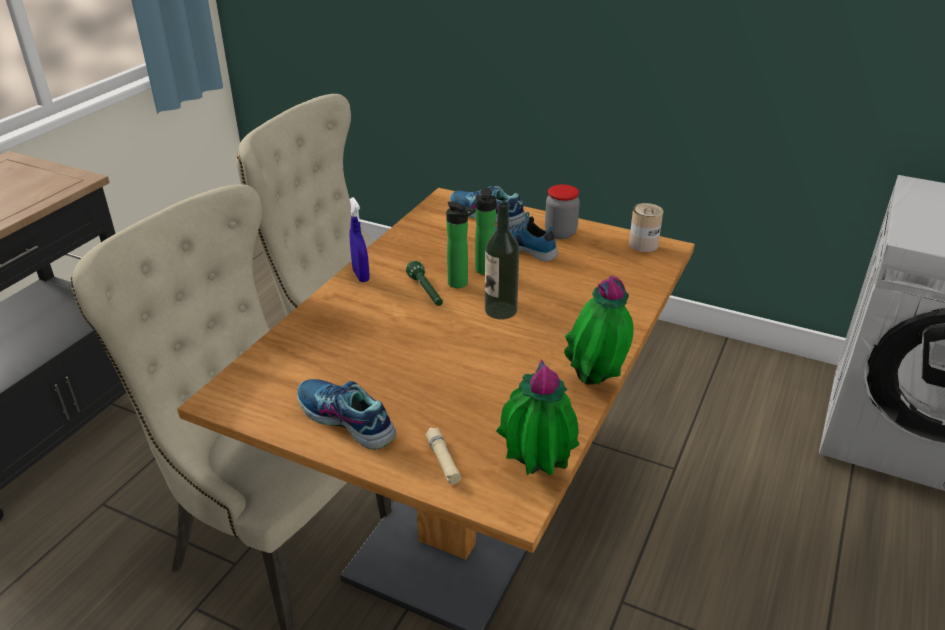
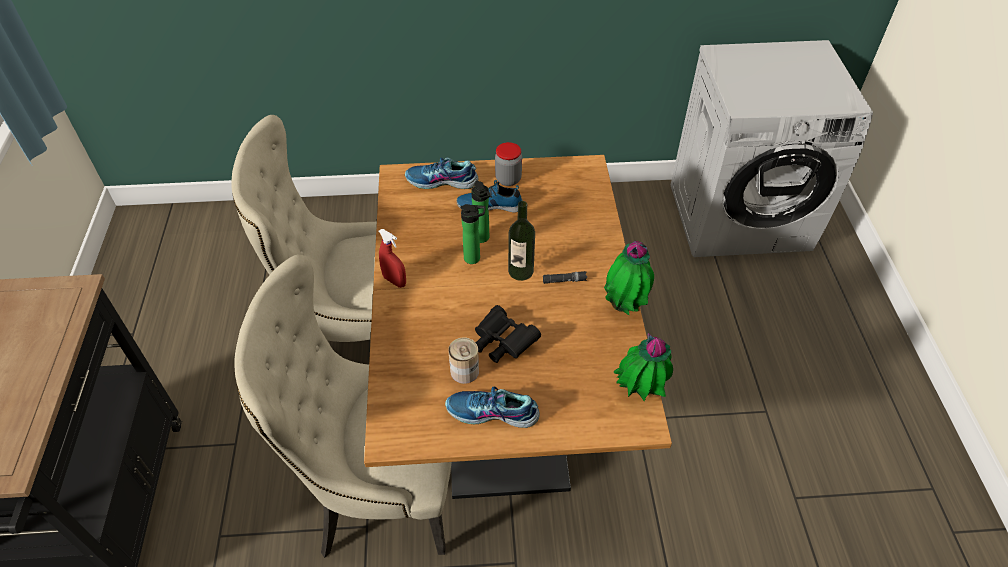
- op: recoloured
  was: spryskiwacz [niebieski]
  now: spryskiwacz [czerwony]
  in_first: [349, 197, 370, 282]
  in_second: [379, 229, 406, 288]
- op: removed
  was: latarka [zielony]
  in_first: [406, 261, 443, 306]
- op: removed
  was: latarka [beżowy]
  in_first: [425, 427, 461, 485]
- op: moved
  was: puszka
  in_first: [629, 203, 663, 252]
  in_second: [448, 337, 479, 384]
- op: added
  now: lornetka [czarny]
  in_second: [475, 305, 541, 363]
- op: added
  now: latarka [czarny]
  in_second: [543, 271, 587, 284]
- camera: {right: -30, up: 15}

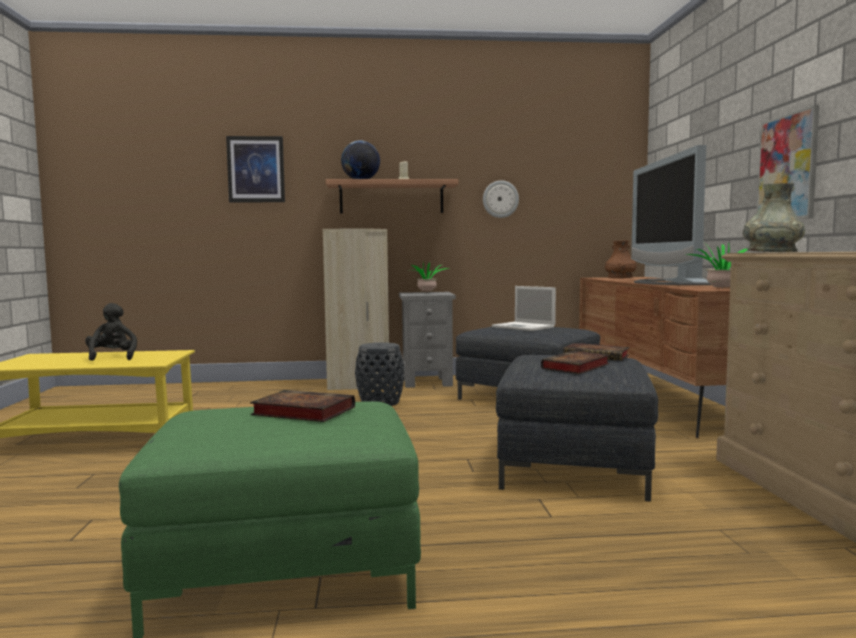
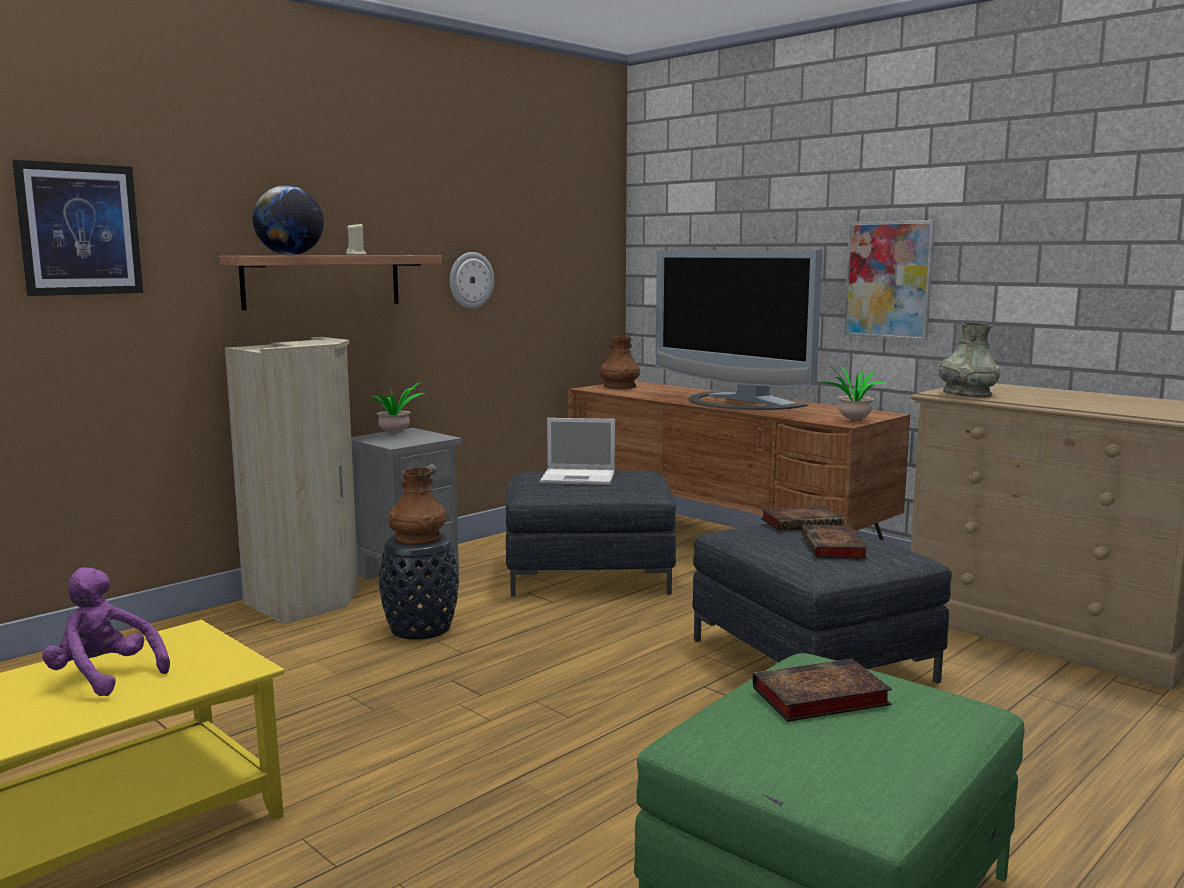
- op: recoloured
  was: pluszak [czarny]
  now: pluszak [fioletowy]
  in_first: [85, 303, 137, 361]
  in_second: [42, 567, 170, 696]
- op: added
  now: wazon [brązowy]
  in_second: [389, 467, 446, 545]
- camera: {right: -40, up: 5}

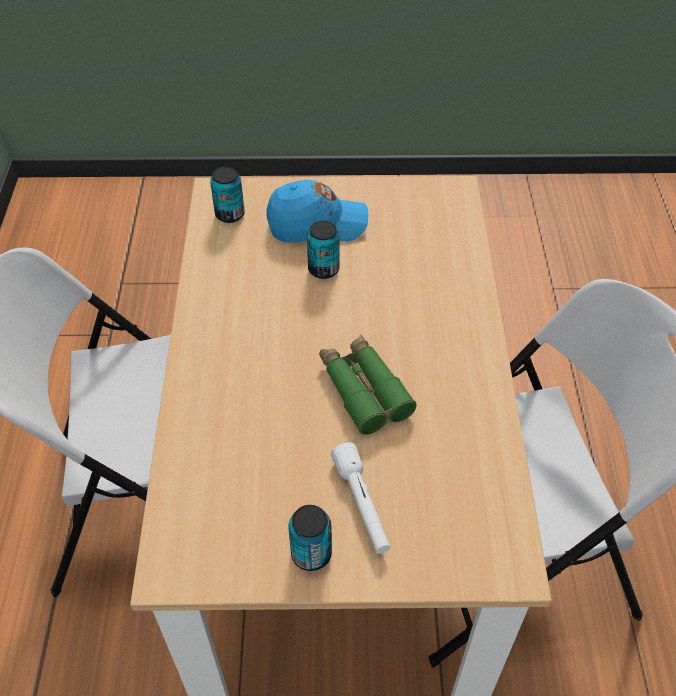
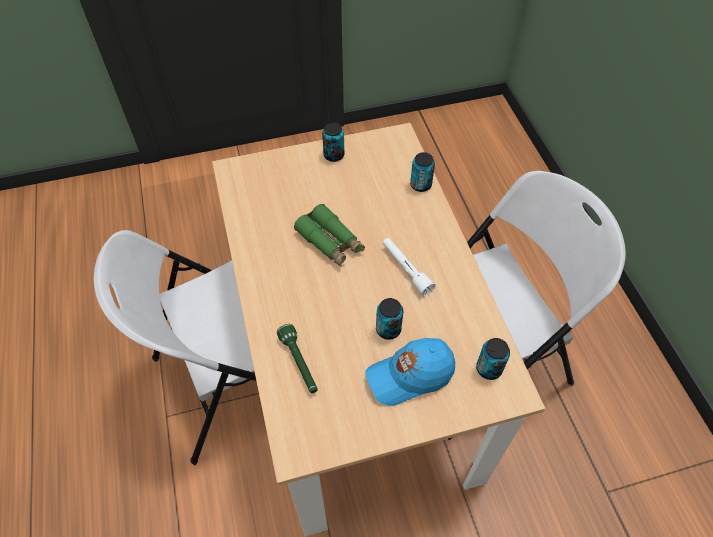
- op: moved
  was: latarka [biały]
  in_first: [331, 442, 390, 554]
  in_second: [383, 238, 435, 296]
- op: added
  now: latarka [zielony]
  in_second: [277, 324, 317, 393]
- op: added
  now: puszka
  in_second: [410, 152, 435, 192]
- camera: {right: 165, up: 5}

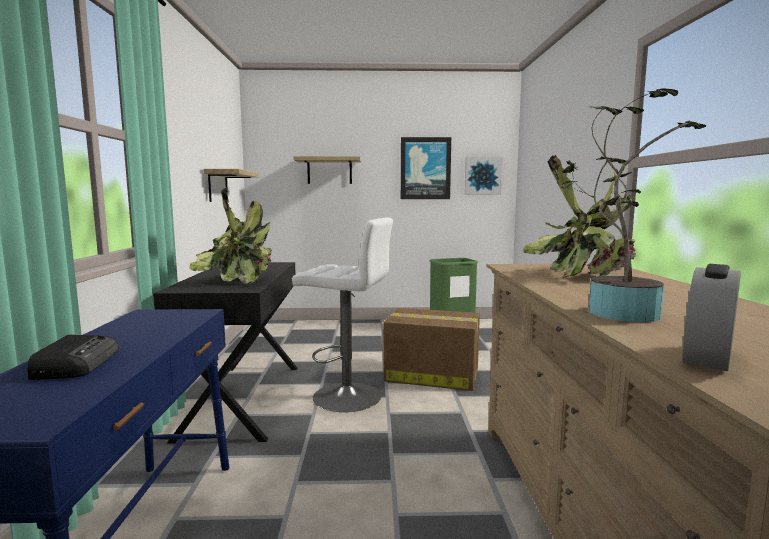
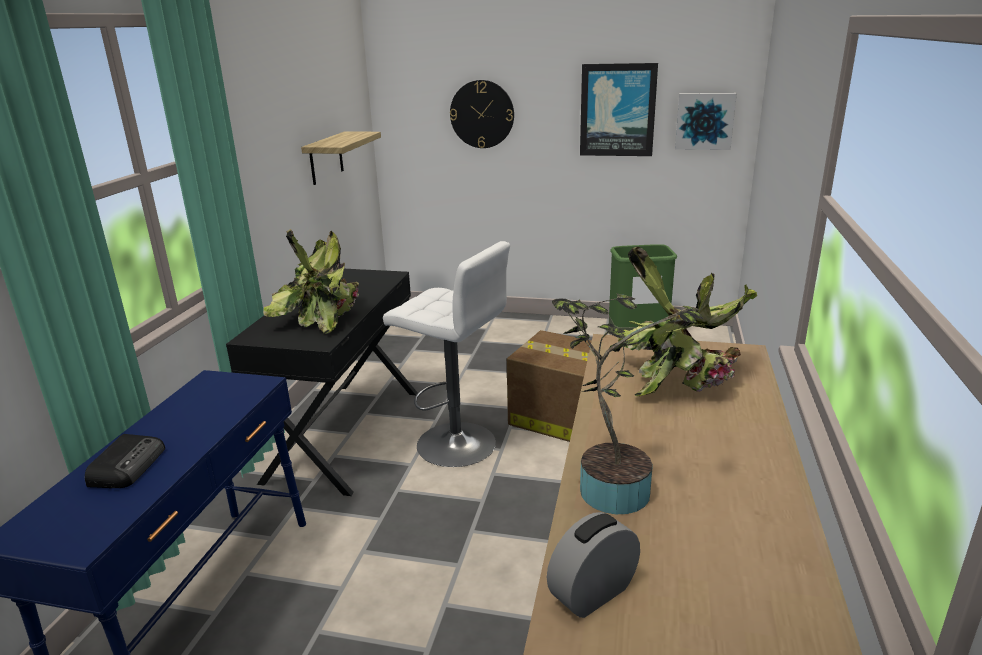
- op: replaced
  was: półka
  now: zegar ścienny
  in_first: [293, 156, 361, 184]
  in_second: [450, 80, 514, 148]
- camera: {right: 15, up: 15}

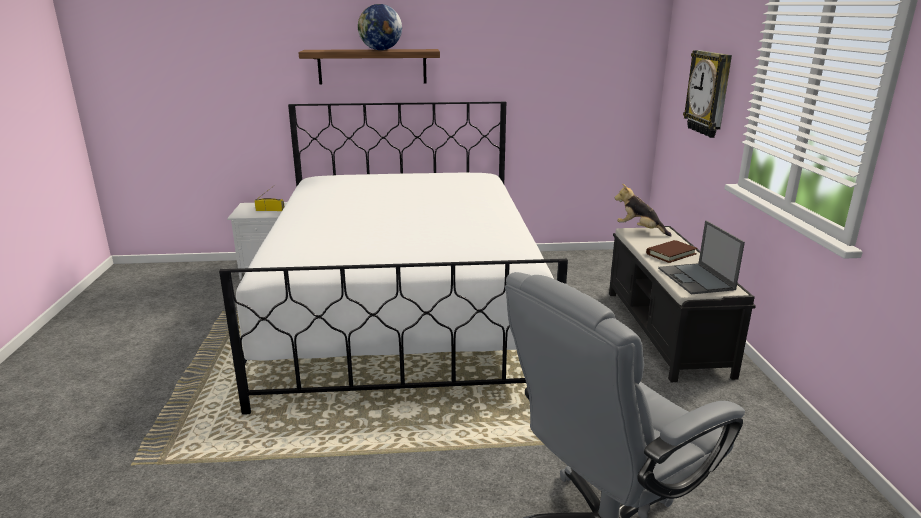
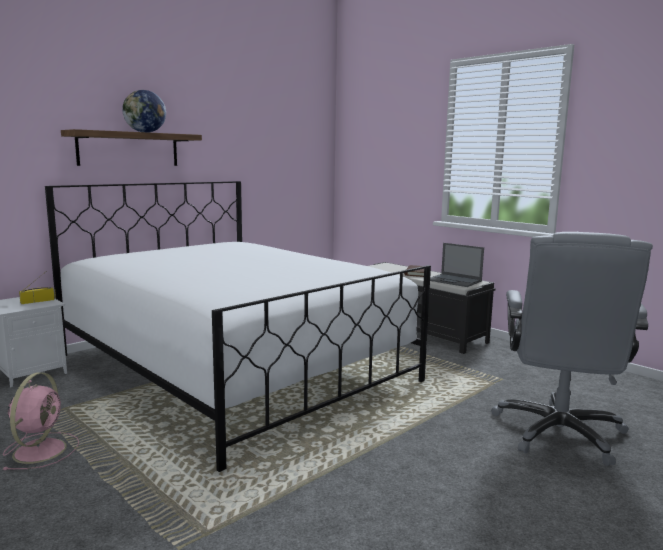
- op: removed
  was: pluszak
  in_first: [615, 184, 672, 236]
- op: removed
  was: zegar ścienny
  in_first: [683, 50, 732, 138]
- op: added
  now: wentylator [różowy]
  in_second: [3, 373, 79, 470]
- camera: {right: -40, up: -10}

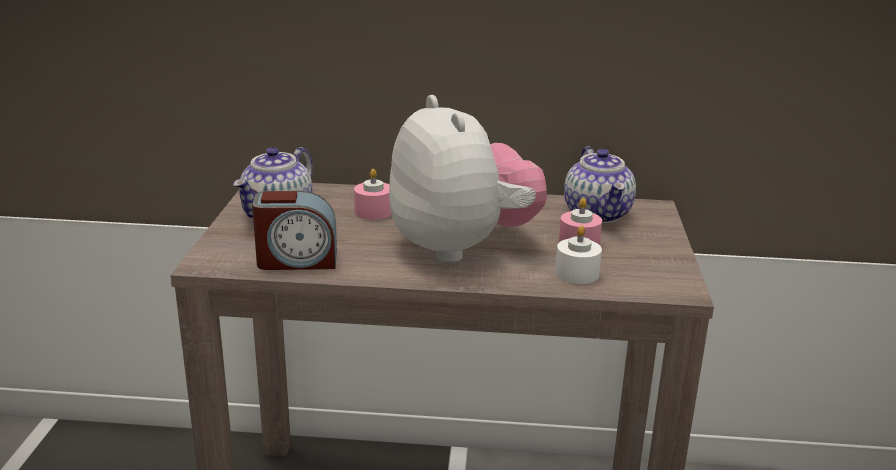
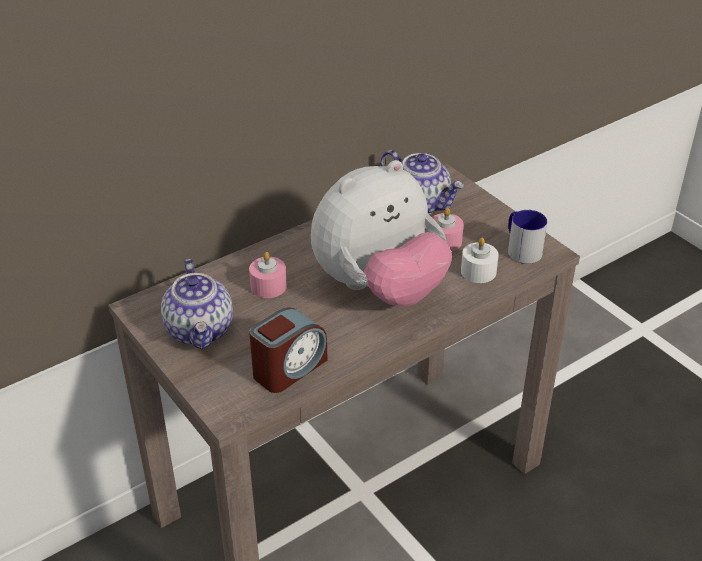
- op: turned
  was: pluszak
  in_first: [389, 95, 547, 263]
  in_second: [311, 160, 452, 307]
  clockwise: 120
- op: added
  now: kubek
  in_second: [508, 210, 547, 264]
- camera: {right: -40, up: 15}

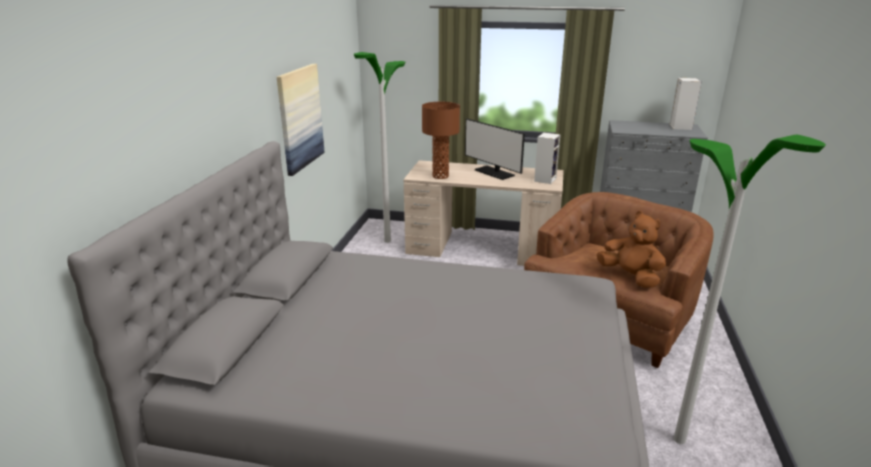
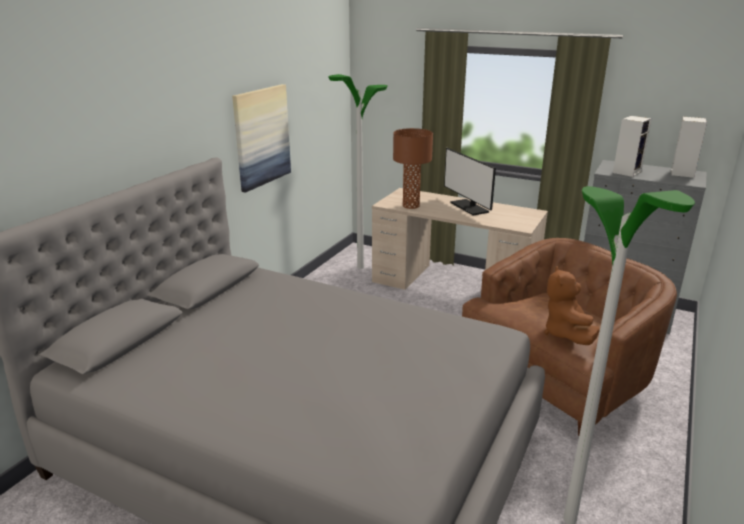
- op: moved
  was: głośnik
  in_first: [534, 133, 560, 184]
  in_second: [613, 116, 652, 177]
- op: turned
  was: pluszak [brązowy]
  in_first: [597, 211, 666, 288]
  in_second: [544, 266, 600, 345]
  clockwise: -150
- camera: {right: 15, up: 0}

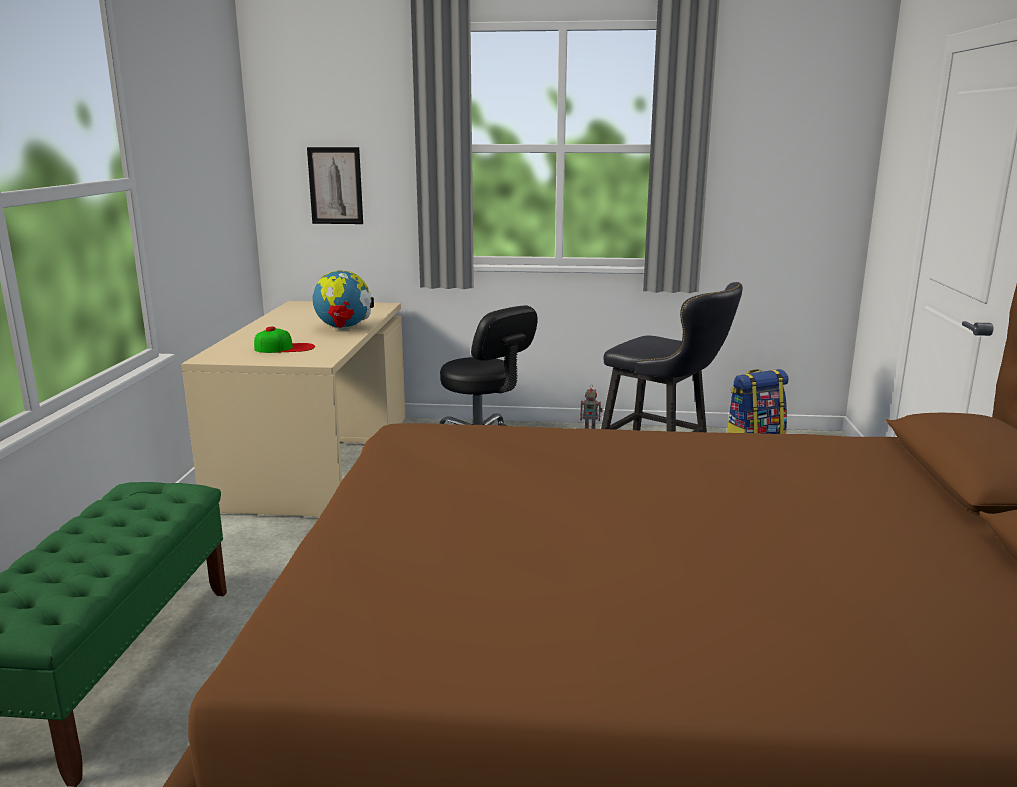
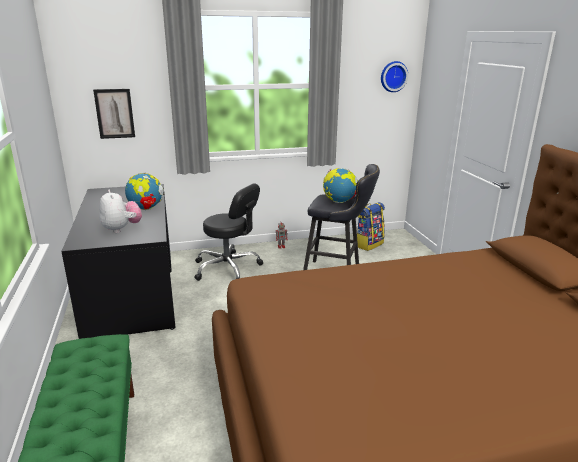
- op: recoloured
  was: biurko [beżowy]
  now: biurko [czarny]
  in_first: [181, 301, 405, 517]
  in_second: [61, 184, 176, 339]
- op: replaced
  was: czapka z daszkiem
  now: pluszak
  in_first: [254, 327, 315, 353]
  in_second: [99, 190, 142, 233]
- op: added
  now: globus
  in_second: [323, 168, 358, 203]
- op: added
  now: zegar ścienny
  in_second: [381, 61, 408, 92]
- camera: {right: -20, up: 5}

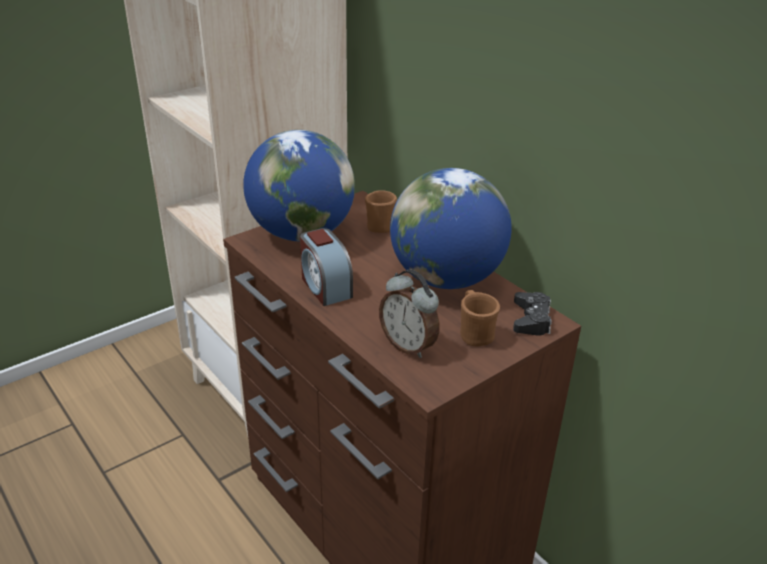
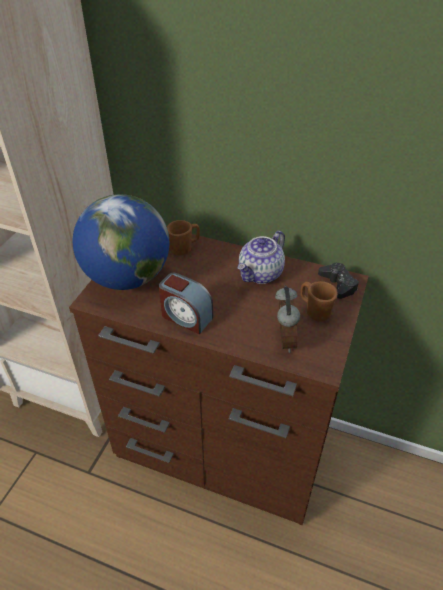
- op: turned
  was: budzik
  in_first: [379, 269, 440, 358]
  in_second: [275, 285, 300, 353]
  clockwise: -105
- op: replaced
  was: globus
  now: imbryk
  in_first: [390, 168, 512, 289]
  in_second: [238, 231, 285, 284]
- camera: {right: -30, up: 10}

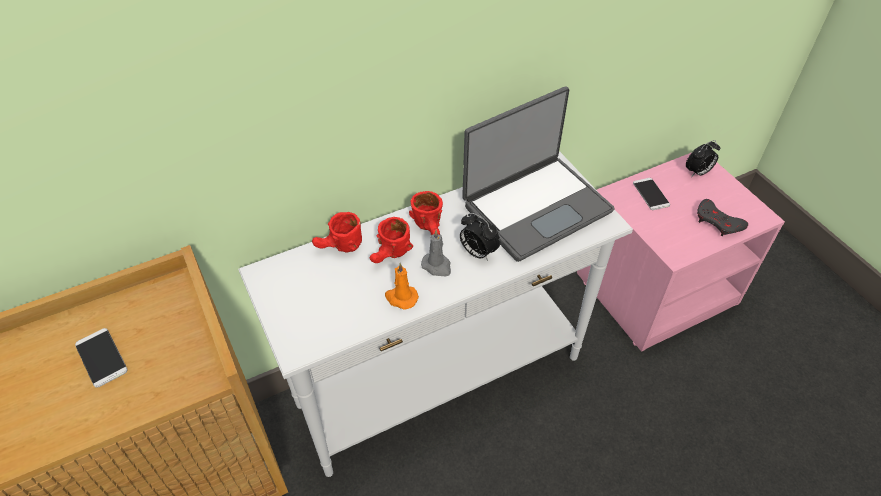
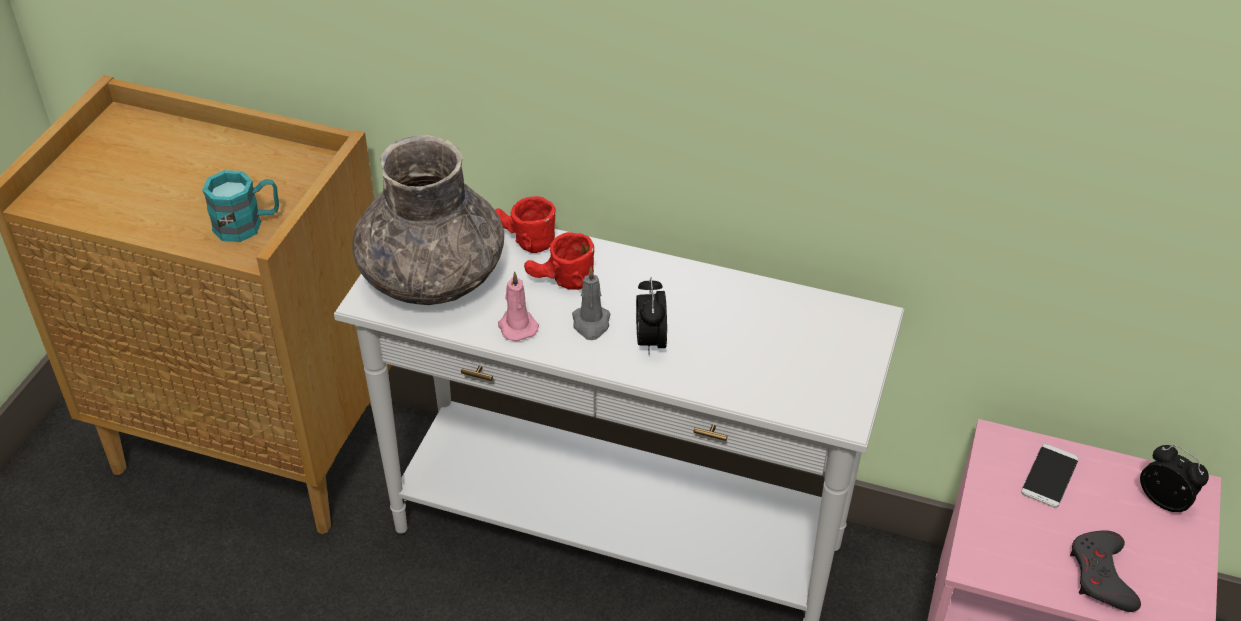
- op: removed
  was: telefon
  in_first: [75, 328, 128, 388]
- op: recoloured
  was: świeca [pomarańczowy]
  now: świeca [różowy]
  in_first: [385, 263, 419, 310]
  in_second: [498, 271, 539, 341]
- op: removed
  was: kubek [czerwony]
  in_first: [409, 191, 443, 235]
- op: removed
  was: laptop
  in_first: [462, 87, 615, 262]
- op: turned
  was: budzik
  in_first: [686, 140, 720, 176]
  in_second: [1140, 445, 1209, 512]
  clockwise: -150
- op: added
  now: kubek [turkusowy]
  in_second: [202, 170, 279, 242]
- op: added
  now: wazon [szary]
  in_second: [352, 135, 504, 305]
- camera: {right: 45, up: -5}

